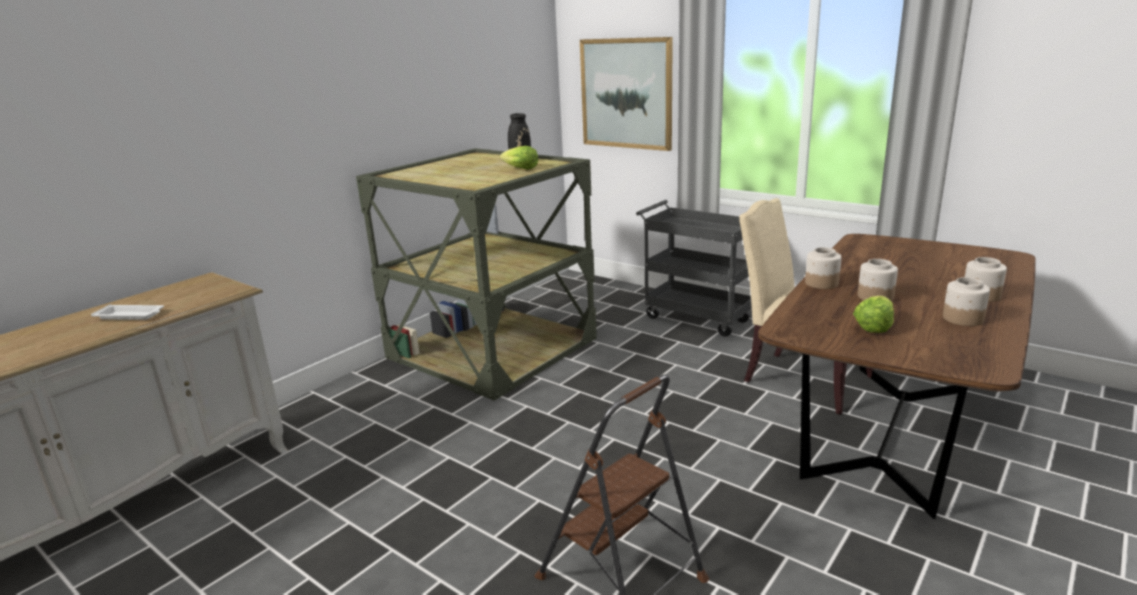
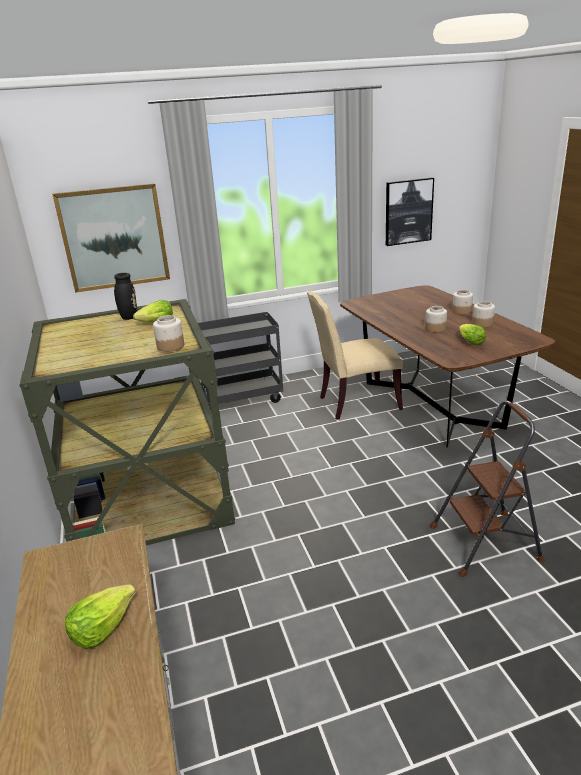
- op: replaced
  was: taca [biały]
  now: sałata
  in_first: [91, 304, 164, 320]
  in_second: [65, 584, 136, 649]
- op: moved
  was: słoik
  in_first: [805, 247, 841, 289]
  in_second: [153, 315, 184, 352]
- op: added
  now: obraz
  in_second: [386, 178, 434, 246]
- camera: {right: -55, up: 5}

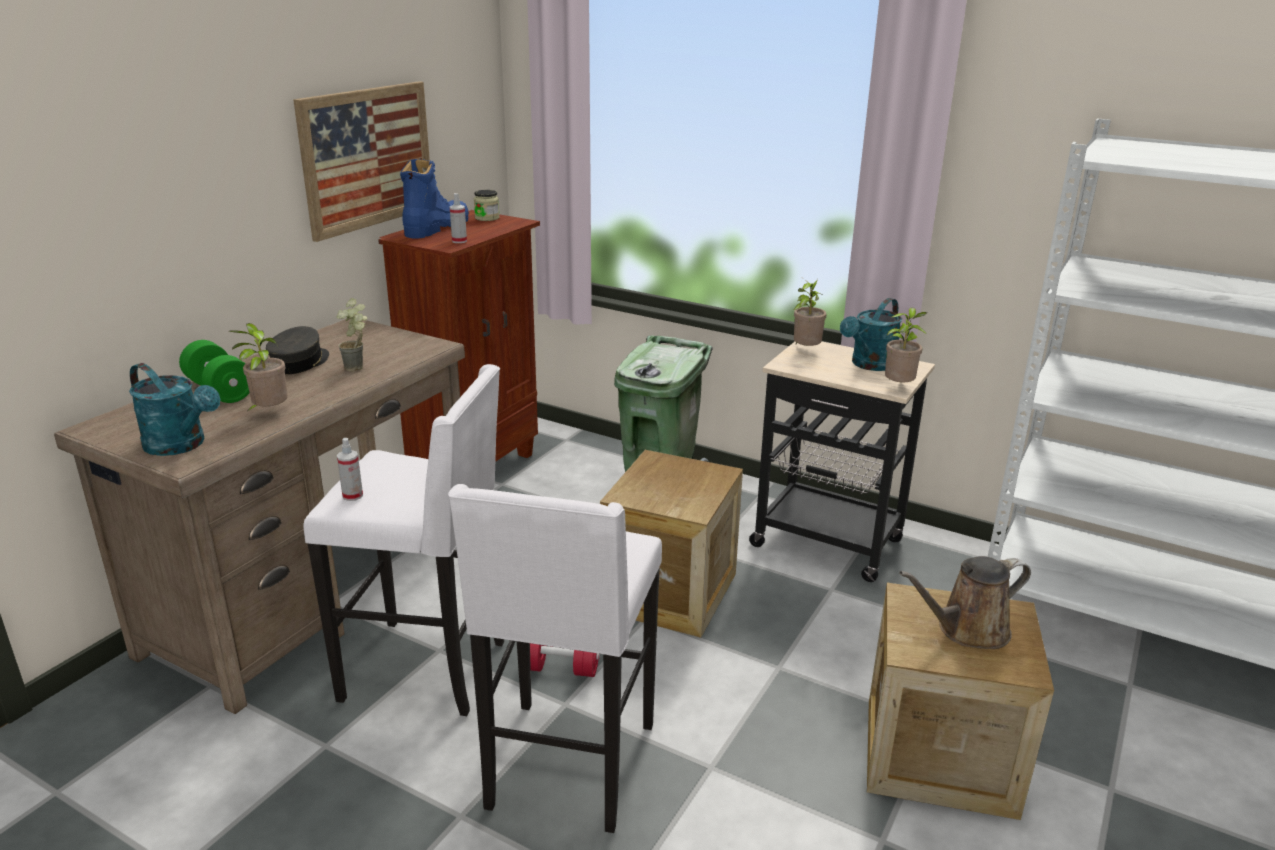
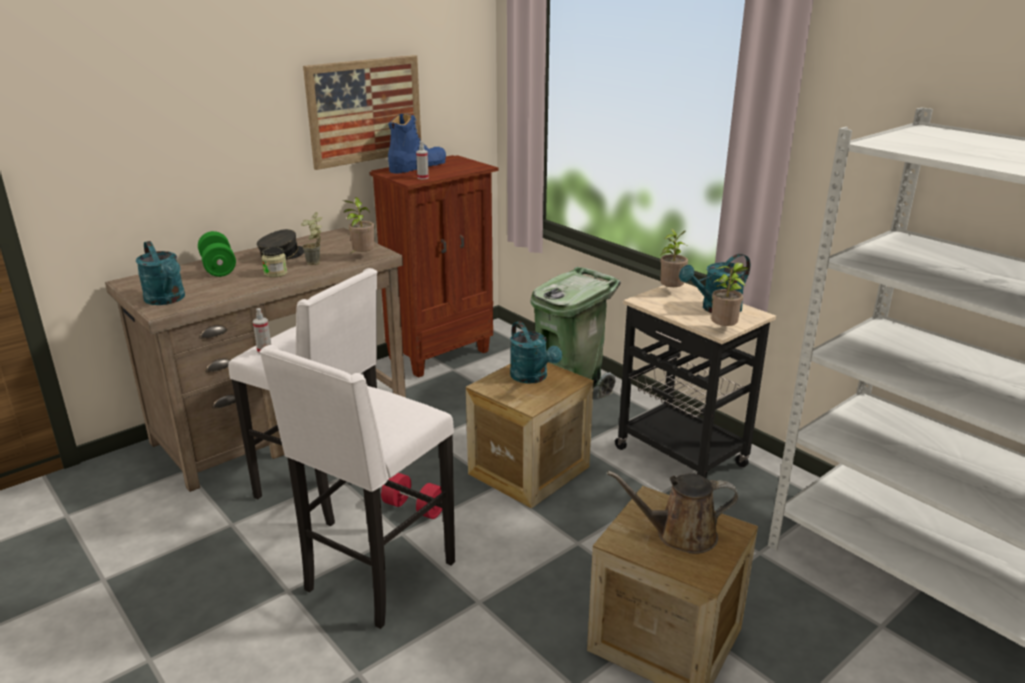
- op: moved
  was: roślina doniczkowa
  in_first: [228, 323, 288, 411]
  in_second: [343, 197, 375, 255]
- op: moved
  was: słoik
  in_first: [474, 190, 500, 221]
  in_second: [262, 247, 288, 278]
- op: added
  now: konewka [turkusowy]
  in_second: [510, 321, 562, 384]
- camera: {right: 20, up: 0}

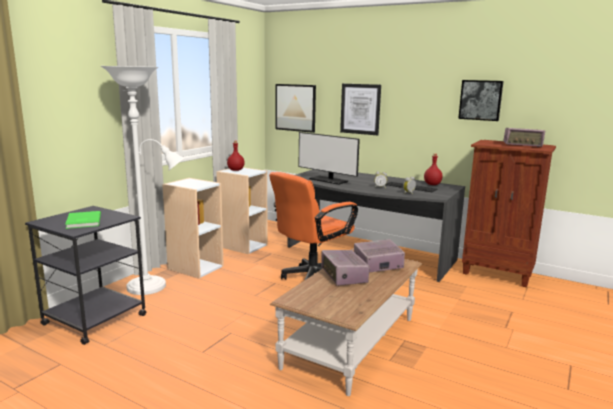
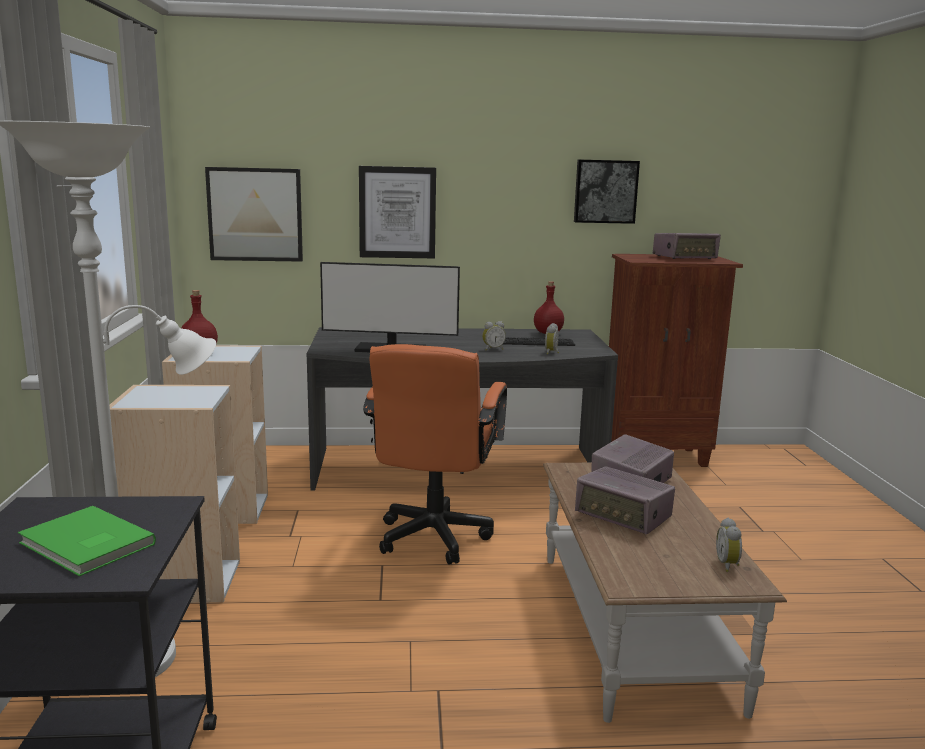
- op: added
  now: budzik
  in_second: [716, 518, 742, 572]
- camera: {right: -35, up: 0}

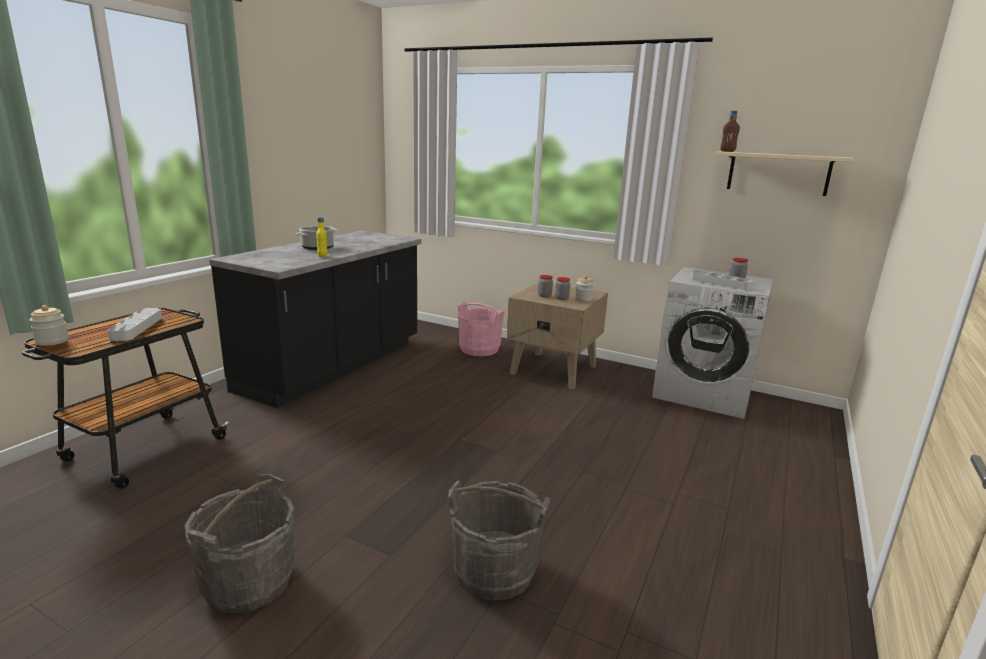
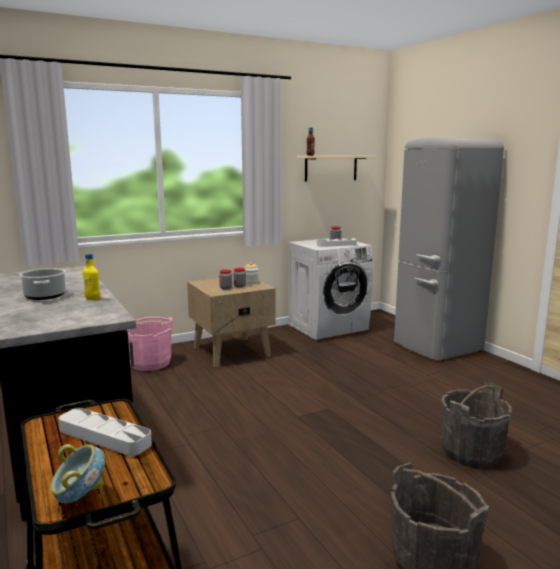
- op: replaced
  was: słoik
  now: miska
  in_first: [29, 305, 69, 346]
  in_second: [50, 444, 105, 503]
- op: added
  now: lodówka [szary]
  in_second: [394, 137, 504, 361]
- camera: {right: -55, up: -5}

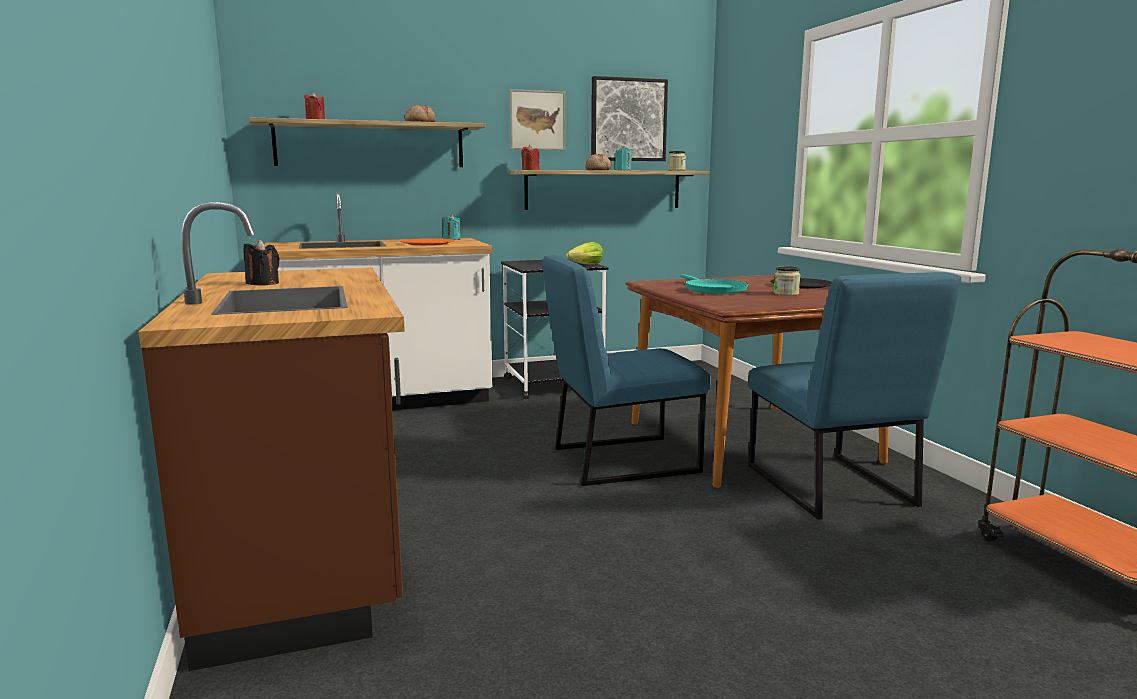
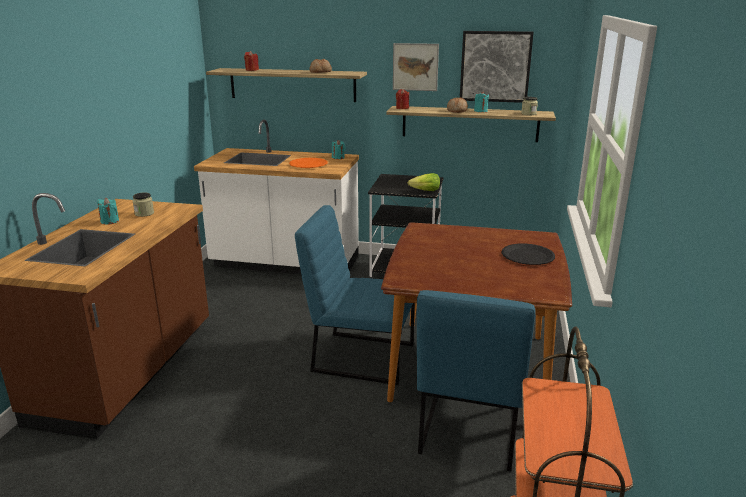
- op: recoloured
  was: świeca [czarny]
  now: świeca [turkusowy]
  in_first: [243, 239, 279, 285]
  in_second: [97, 198, 119, 225]
- op: removed
  was: patelnia [turkusowy]
  in_first: [680, 274, 748, 294]
- op: moved
  was: słoik
  in_first: [773, 266, 800, 296]
  in_second: [133, 193, 154, 217]
- camera: {right: 30, up: 10}

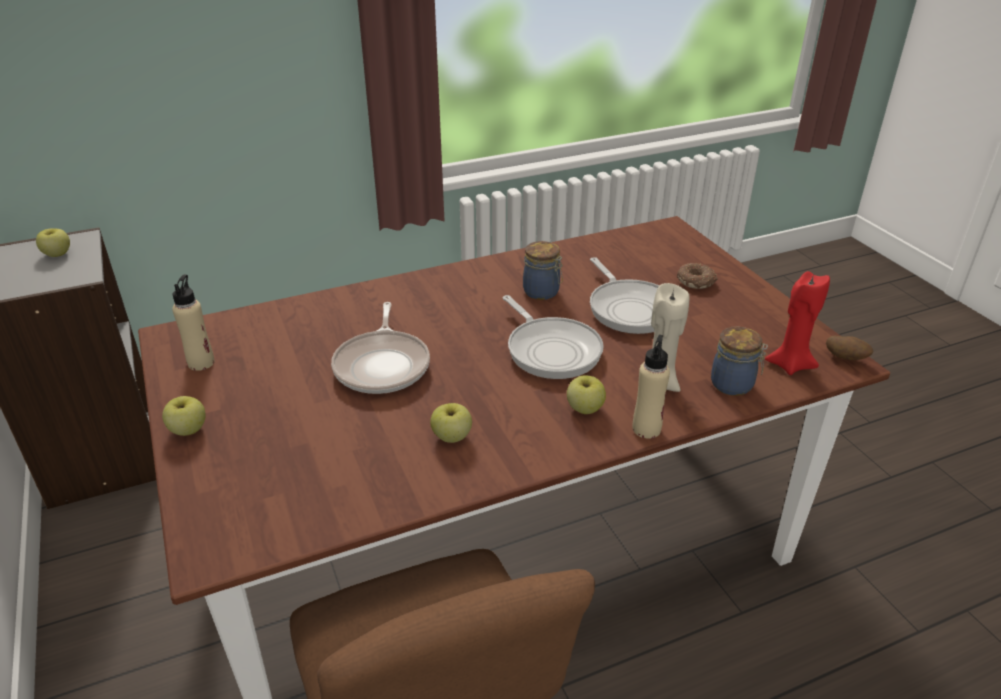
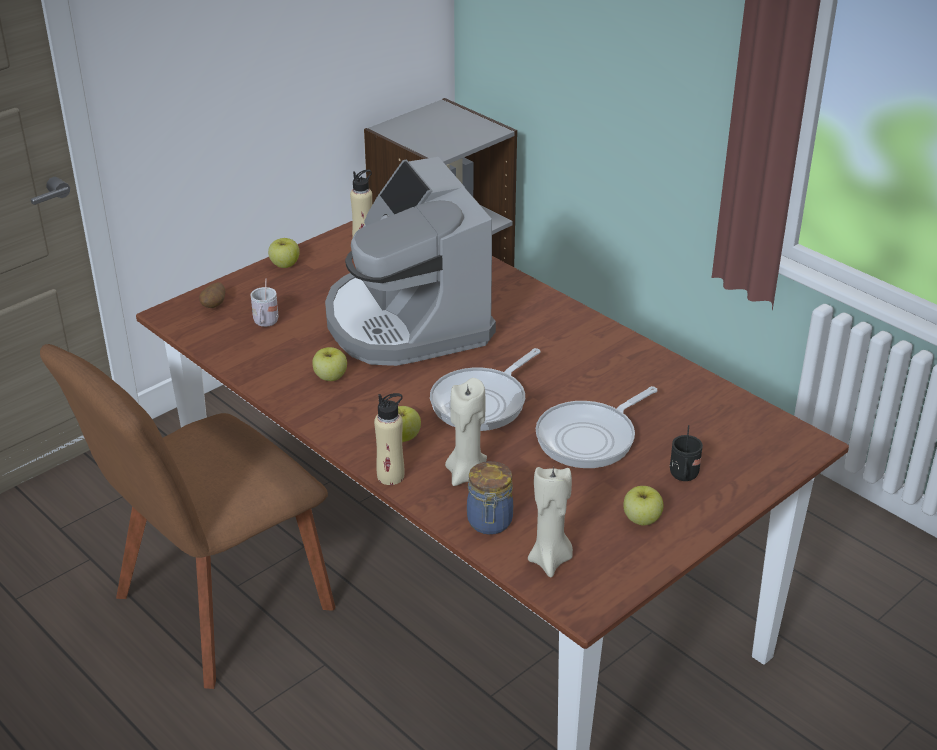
- op: moved
  was: jabłko
  in_first: [36, 228, 70, 257]
  in_second: [623, 486, 664, 526]
- op: replaced
  was: patelnia
  now: ekspres do kawy
  in_first: [331, 302, 430, 394]
  in_second: [325, 157, 496, 366]
- op: removed
  was: słoik
  in_first: [523, 241, 563, 300]
- op: replaced
  was: donut
  now: kubek [czarny]
  in_first: [677, 263, 718, 289]
  in_second: [670, 425, 703, 481]
- op: recoloured
  was: świeca [czerwony]
  now: świeca [beżowy]
  in_first: [765, 271, 830, 375]
  in_second: [528, 465, 573, 577]
- op: moved
  was: ziemniak
  in_first: [826, 336, 873, 360]
  in_second: [199, 282, 225, 308]
- op: added
  now: kubek [biały]
  in_second: [250, 279, 278, 327]
- camera: {right: 70, up: 0}

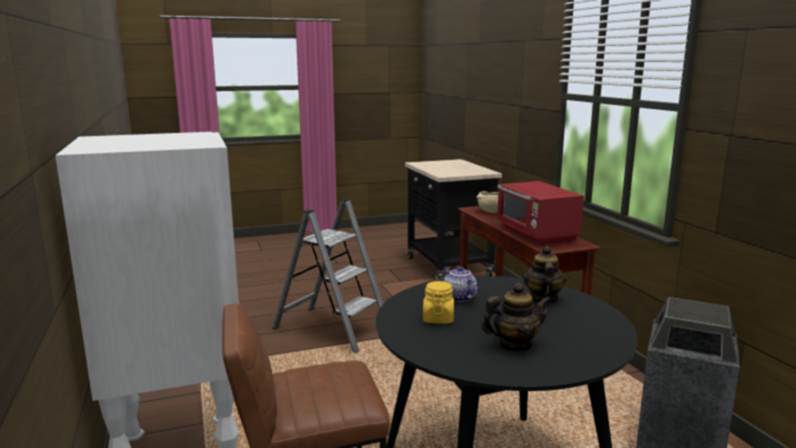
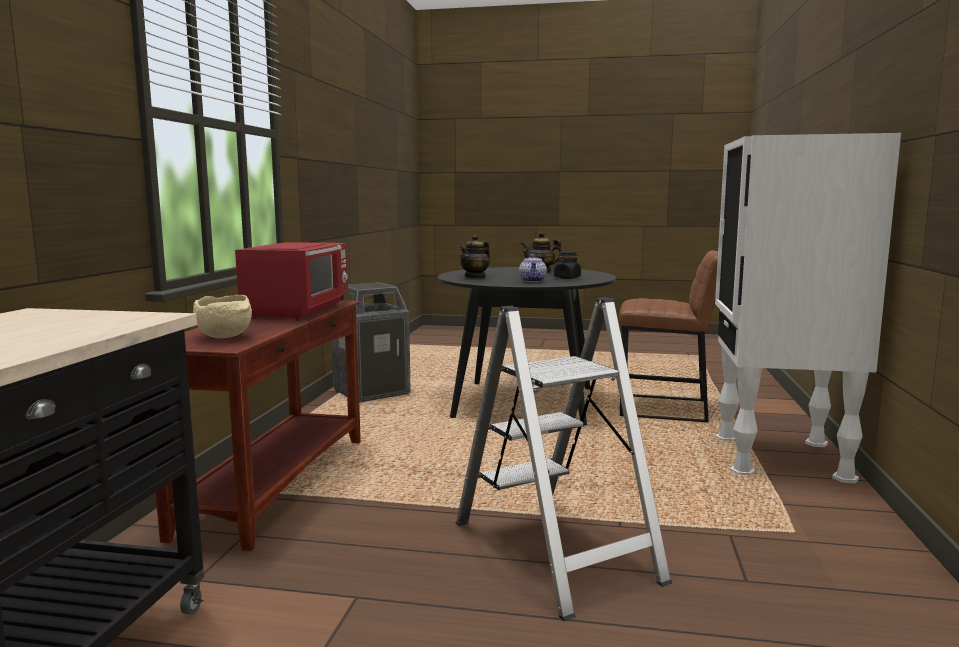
- op: recoloured
  was: słoik [żółty]
  now: słoik [czarny]
  in_first: [423, 281, 454, 324]
  in_second: [554, 251, 581, 279]
- camera: {right: -150, up: -5}

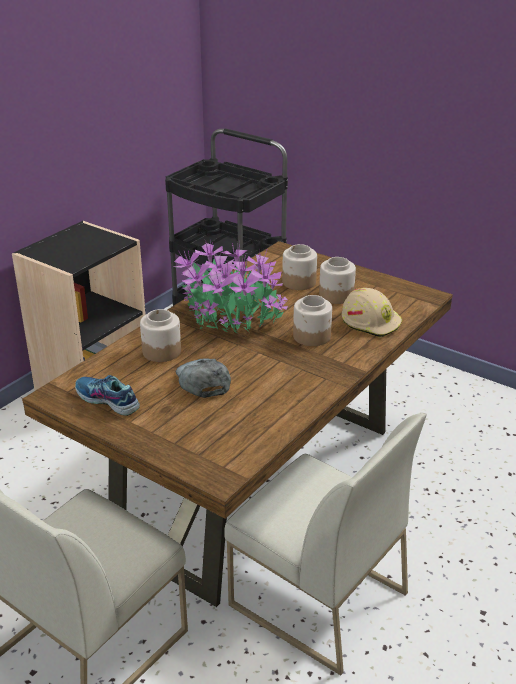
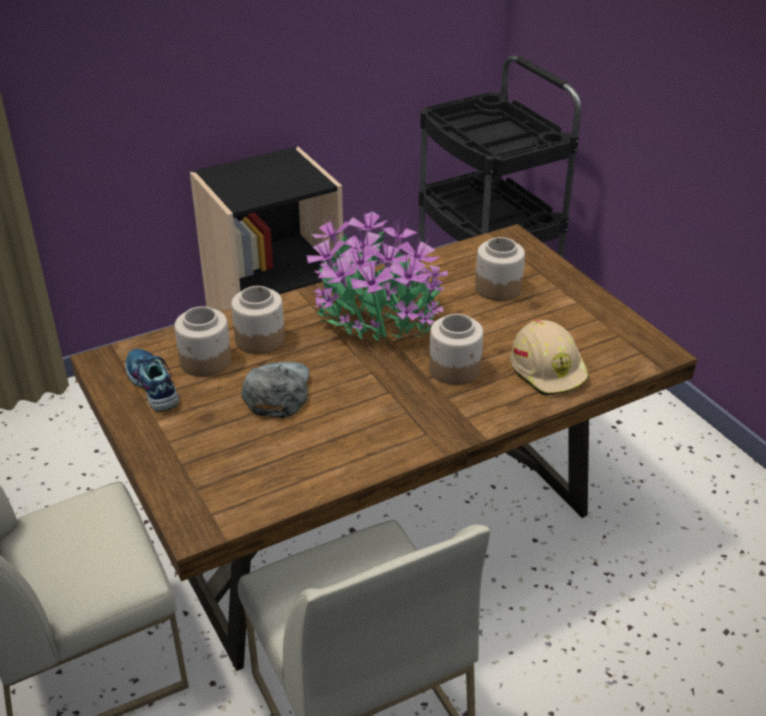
- op: moved
  was: słoik
  in_first: [319, 257, 356, 304]
  in_second: [174, 306, 231, 377]
- camera: {right: 25, up: 5}

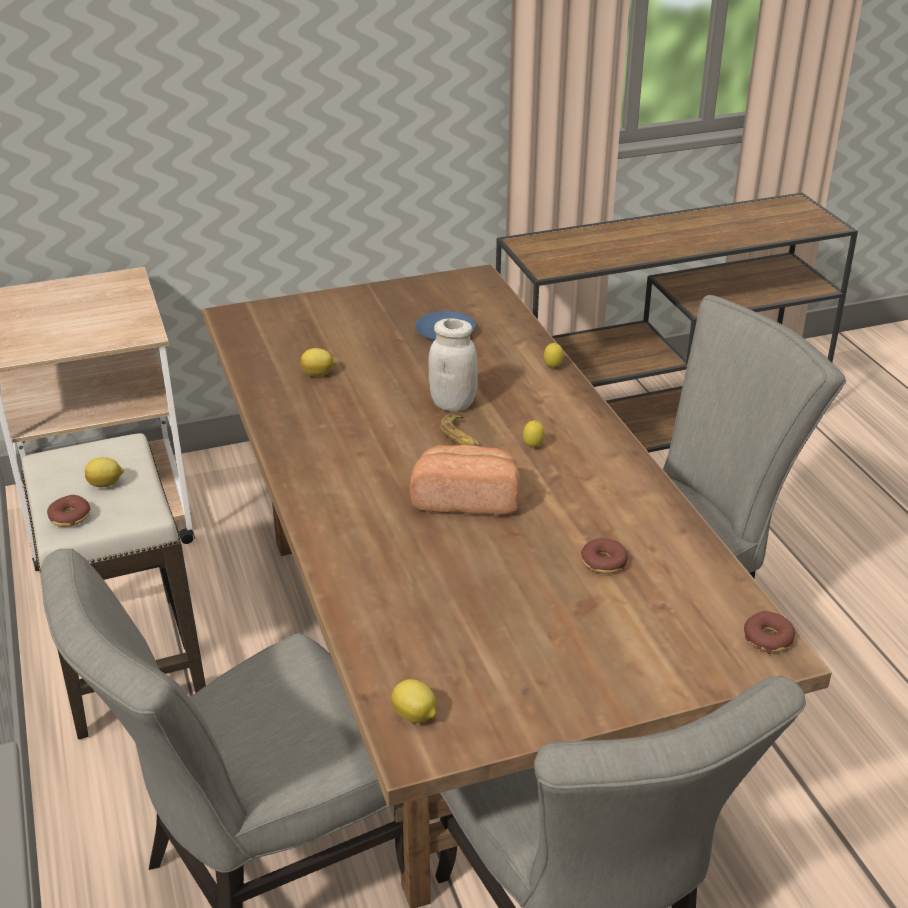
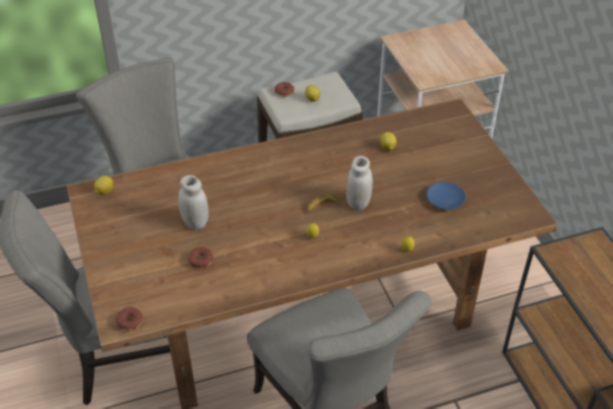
- op: removed
  was: chleb
  in_first: [410, 445, 520, 515]
- op: added
  now: słoik [biały]
  in_second: [178, 175, 209, 230]
- camera: {right: 90, up: 10}

